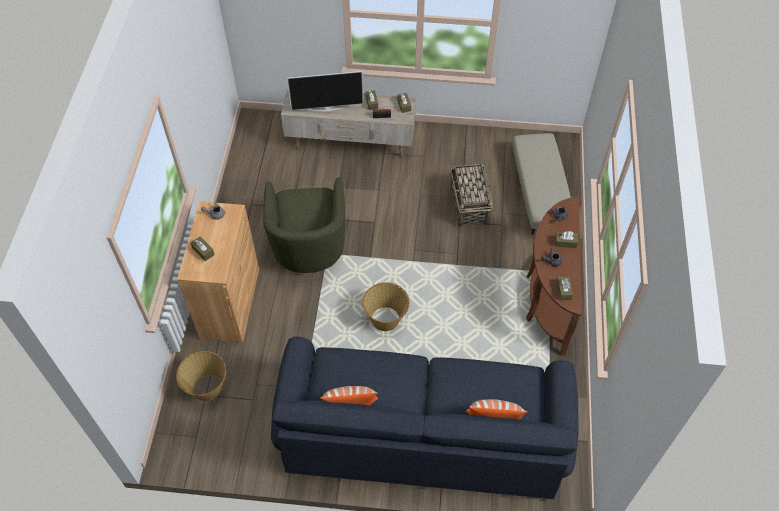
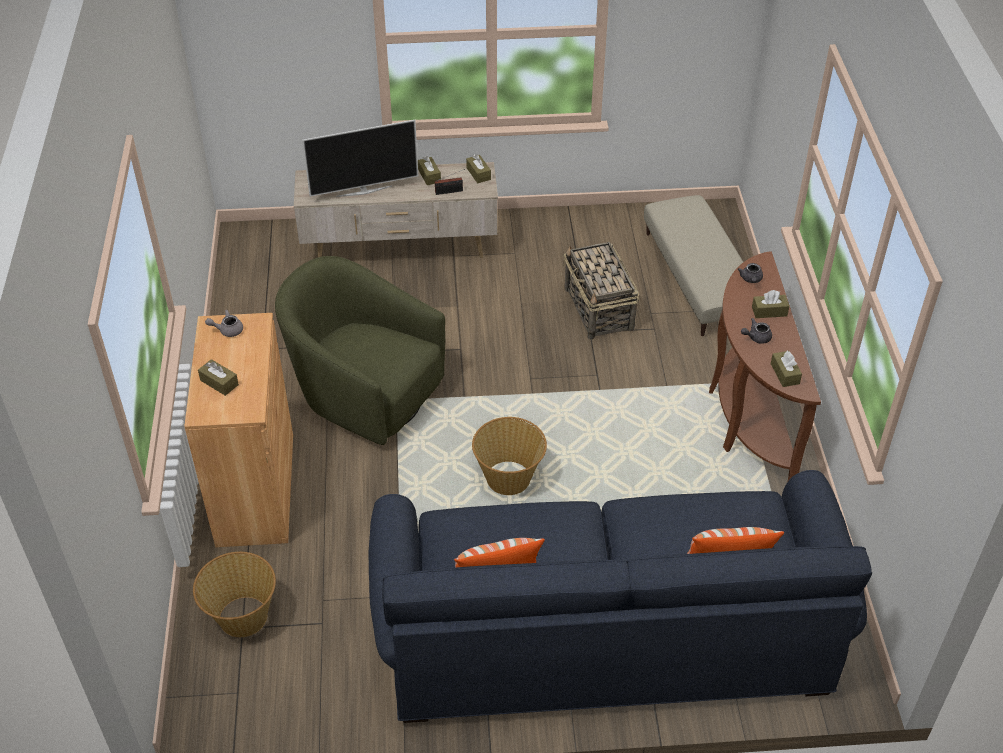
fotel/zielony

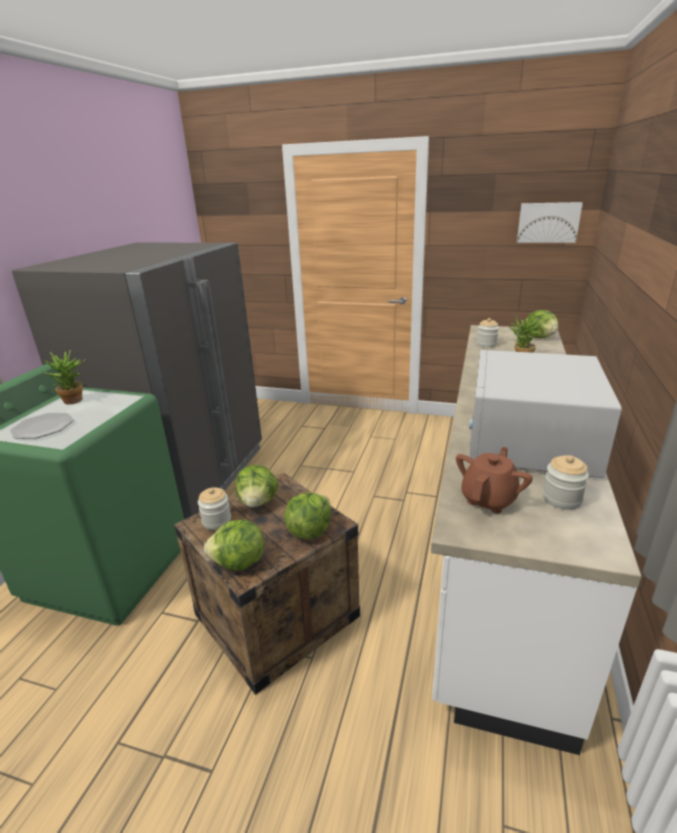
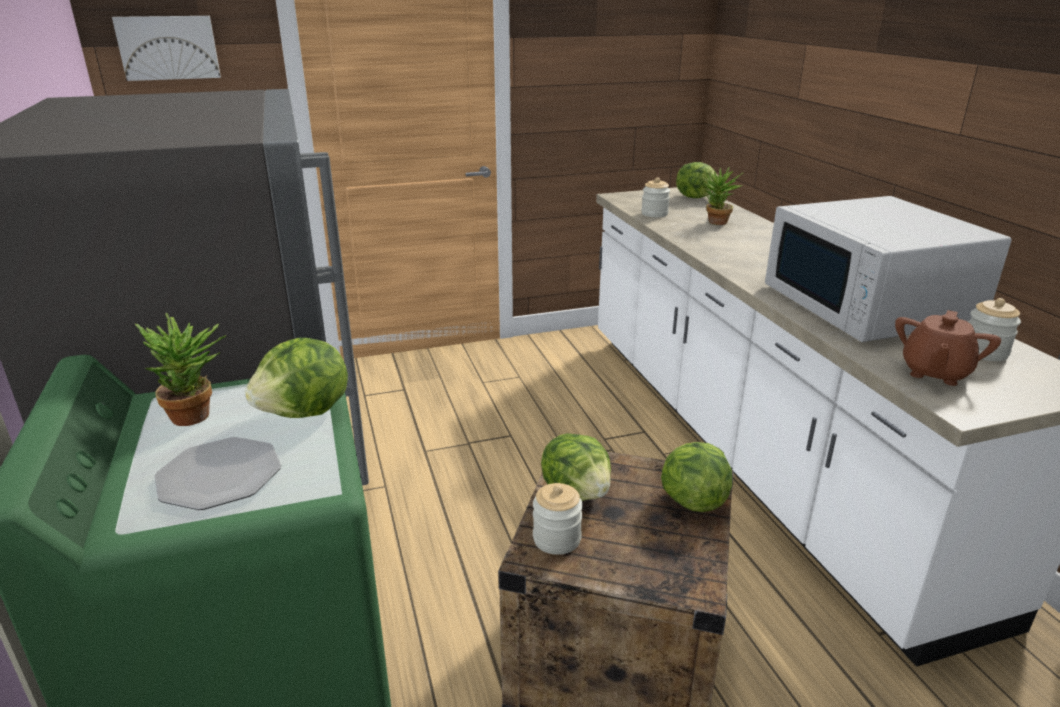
obraz
imbryk/brązowy
sałata (no. 1 from left)

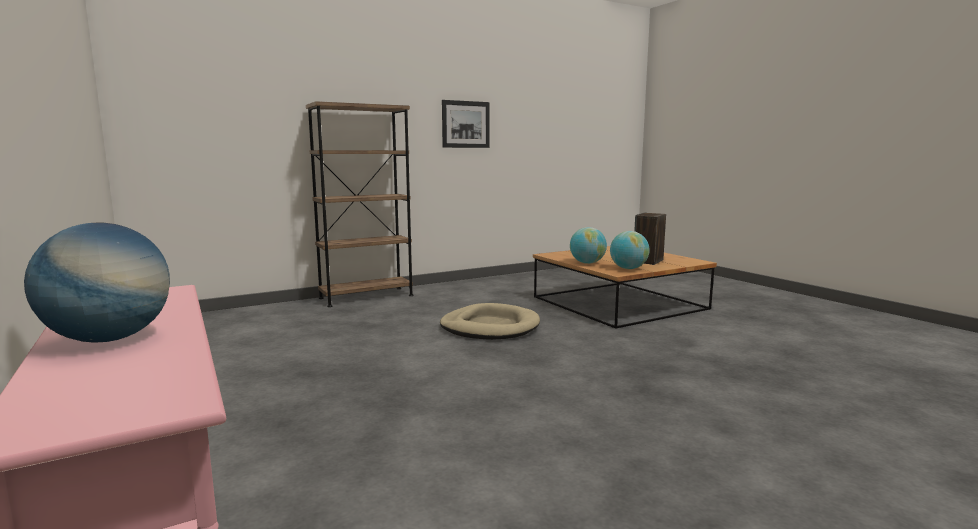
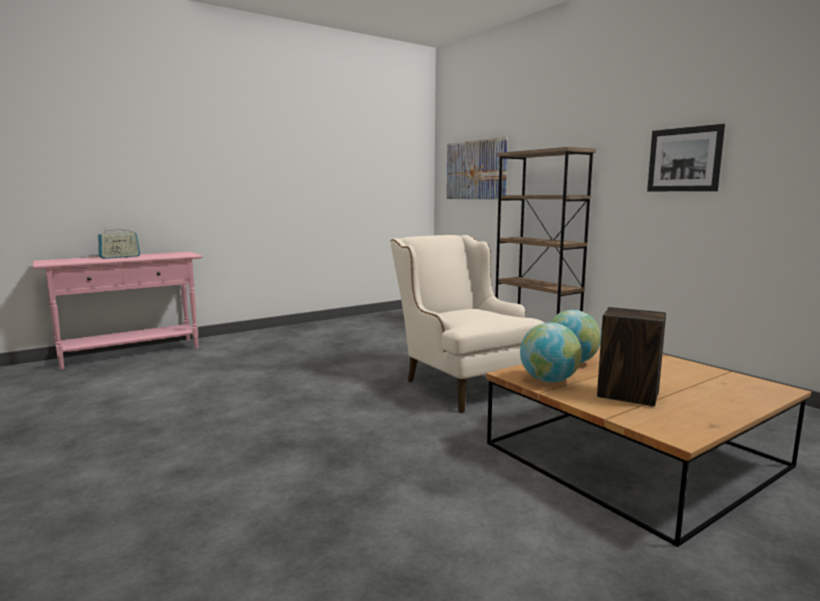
radio
fotel/beżowy
obraz (no. 1 from left)

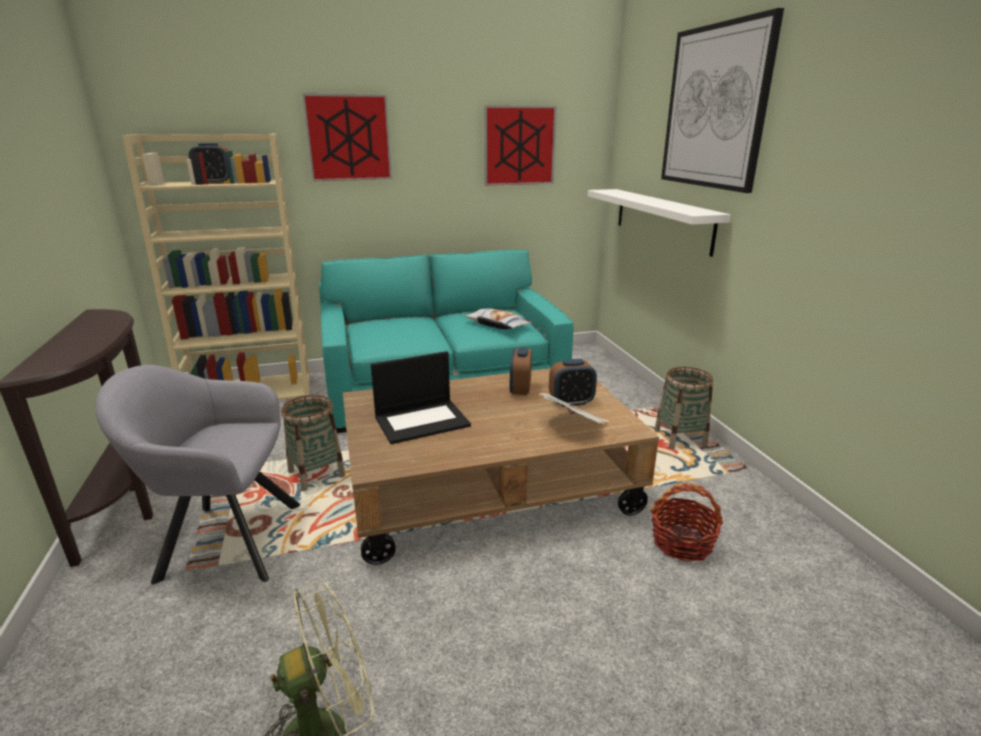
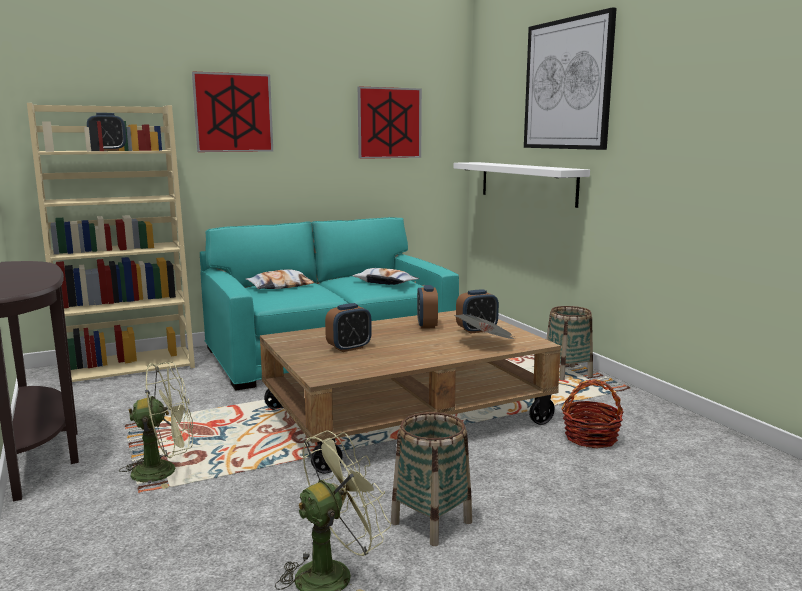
budzik (no. 2 from left)
wentylator/zielony (no. 1 from left)
koszyk (no. 1 from left)
poduszka (no. 1 from left)

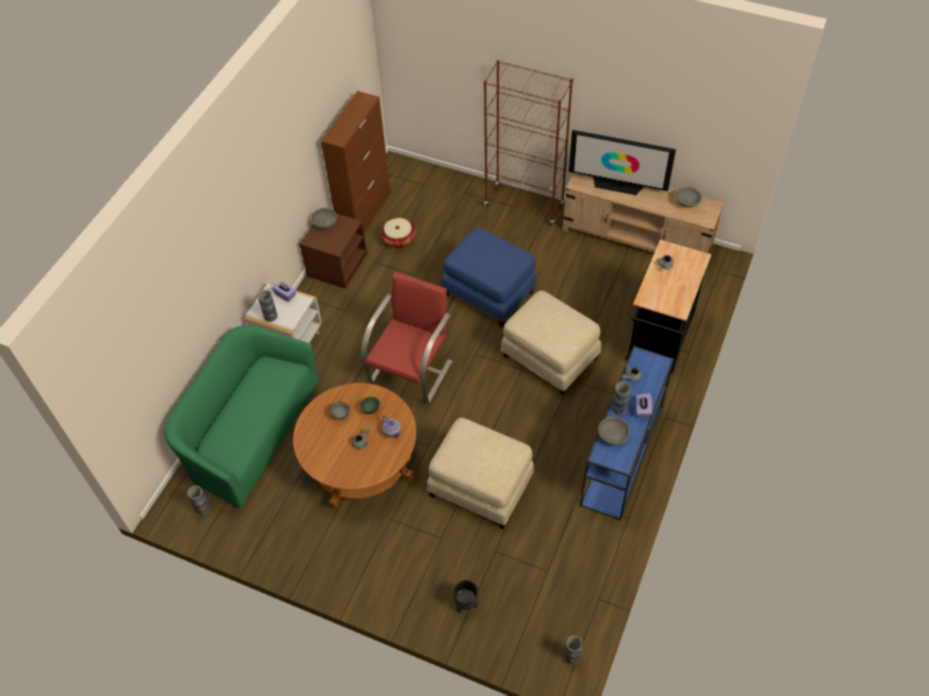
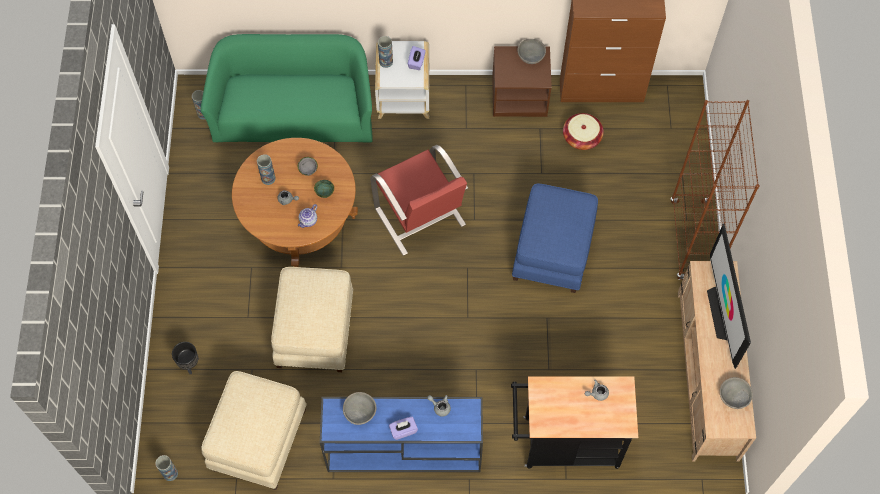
fotel/czerwony
pufa/beżowy (no. 1 from left)
wazon (no. 3 from left)

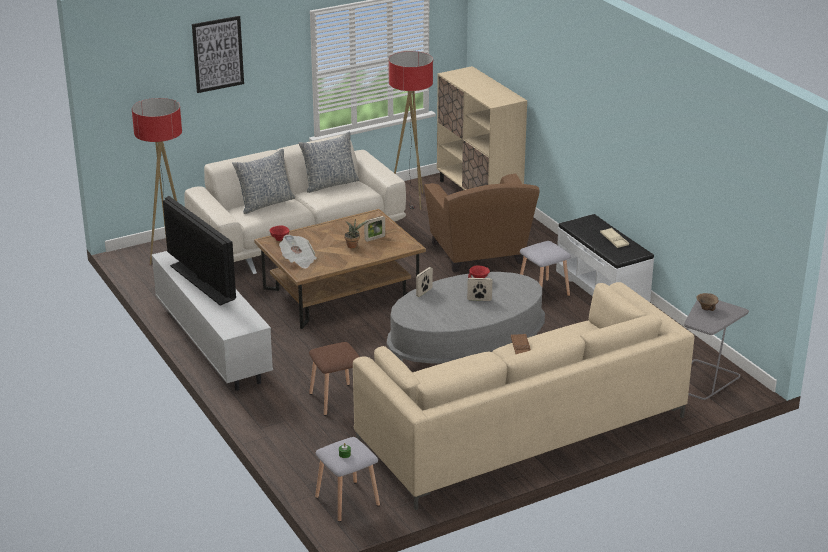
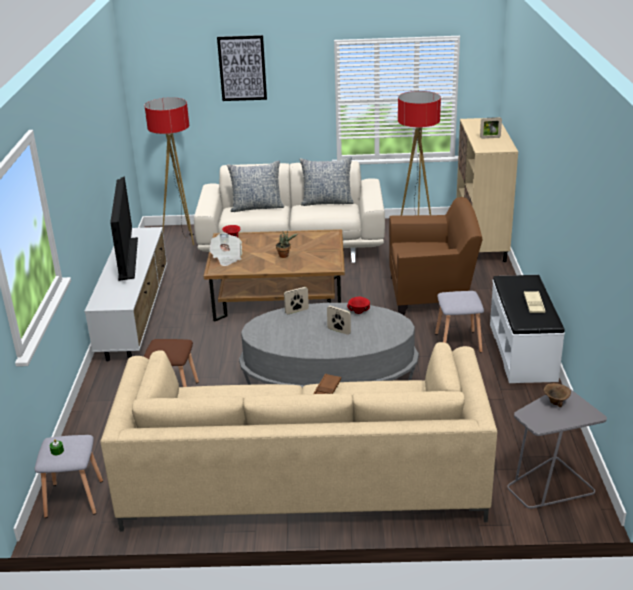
fotel/brązowy
ramka na zdjęcie (no. 3 from left)

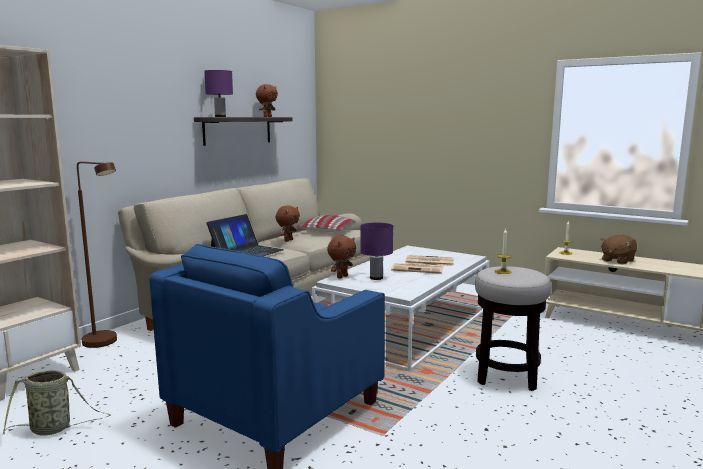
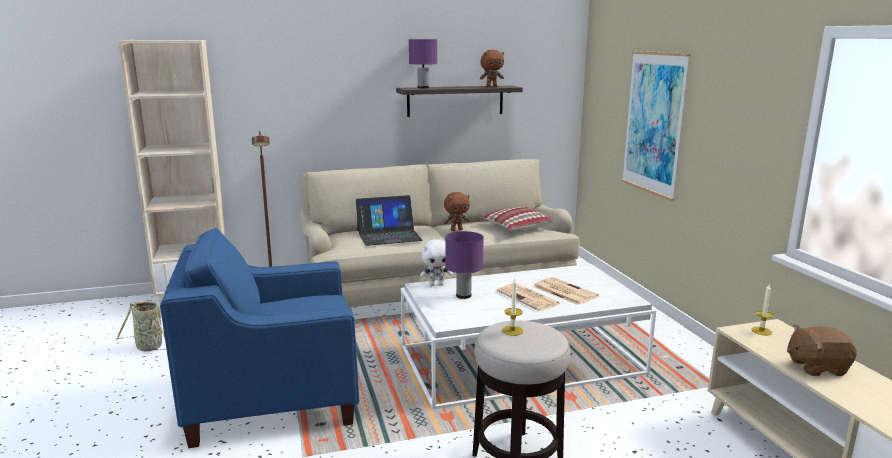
pluszak/biały
obraz

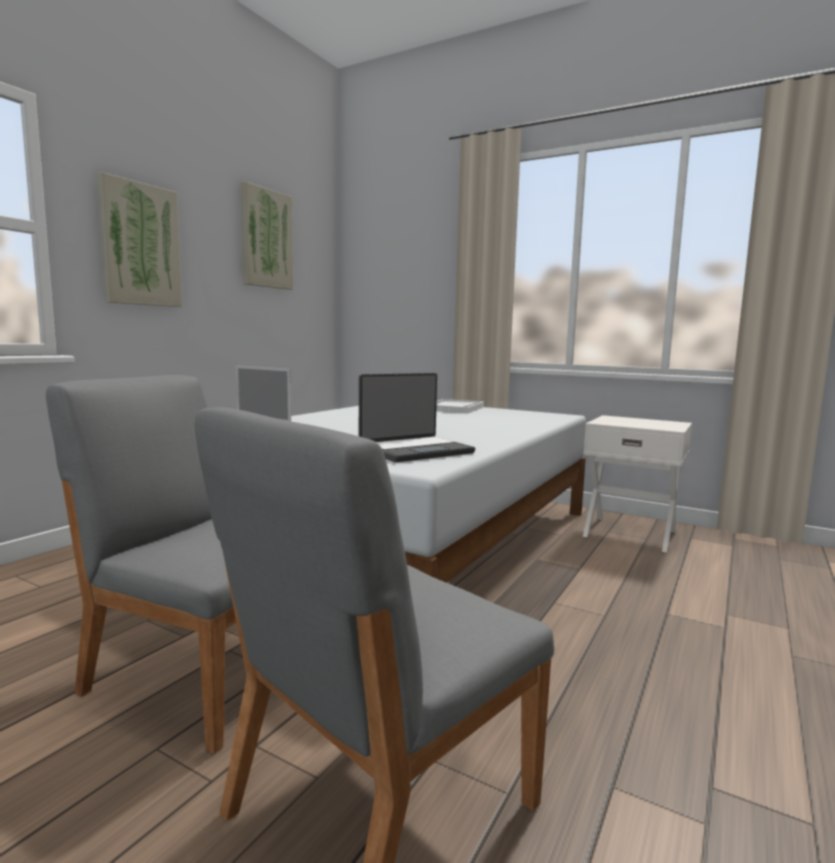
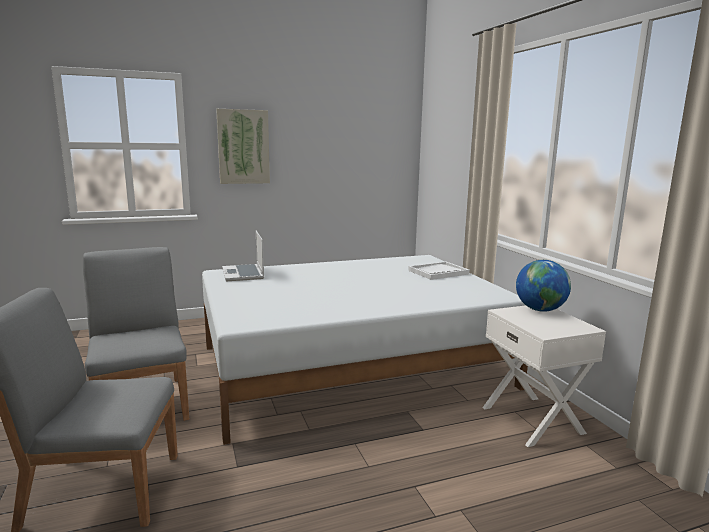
obraz (no. 2 from left in the first image)
laptop (no. 2 from left in the first image)
globus

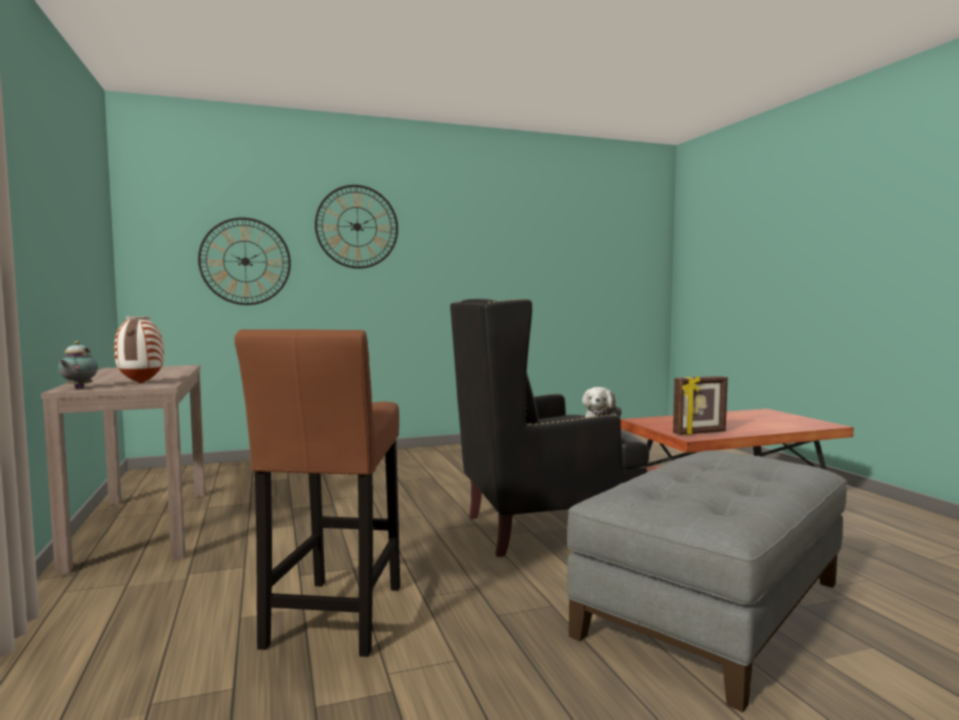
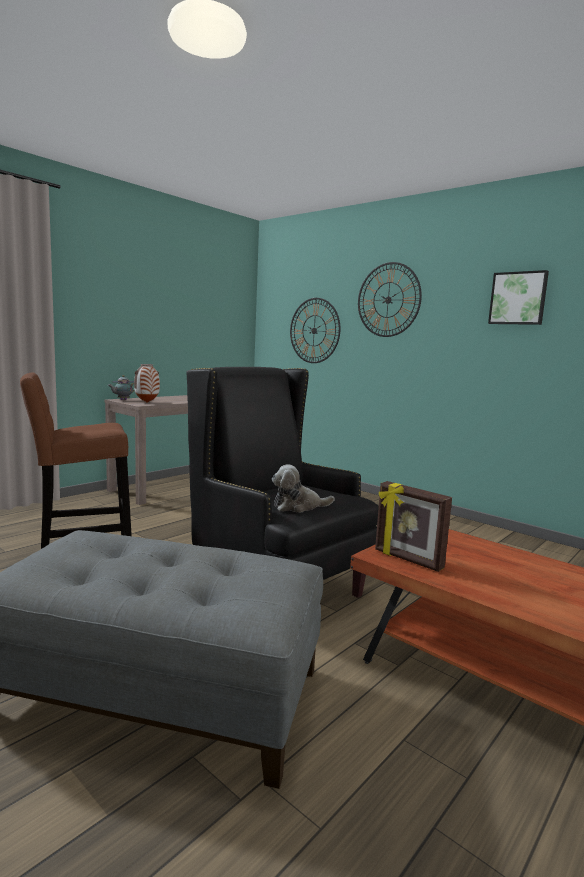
obraz

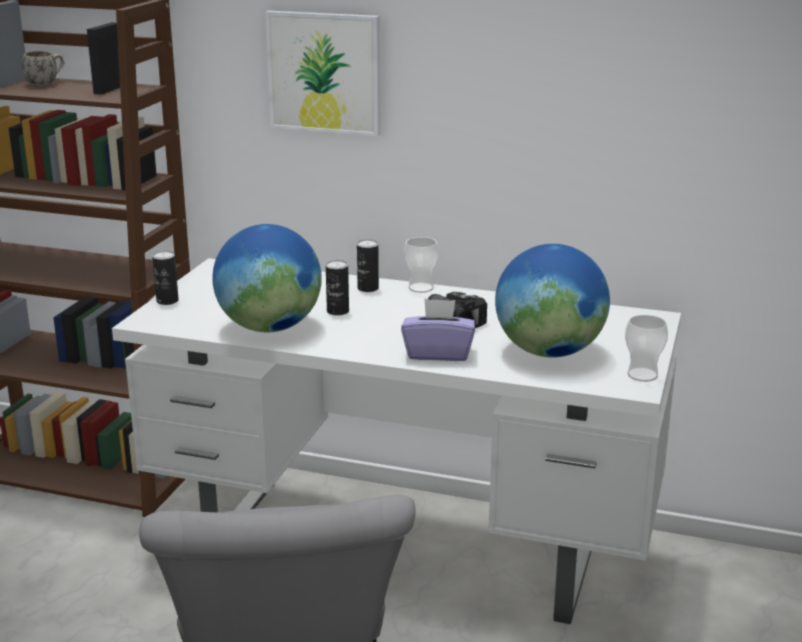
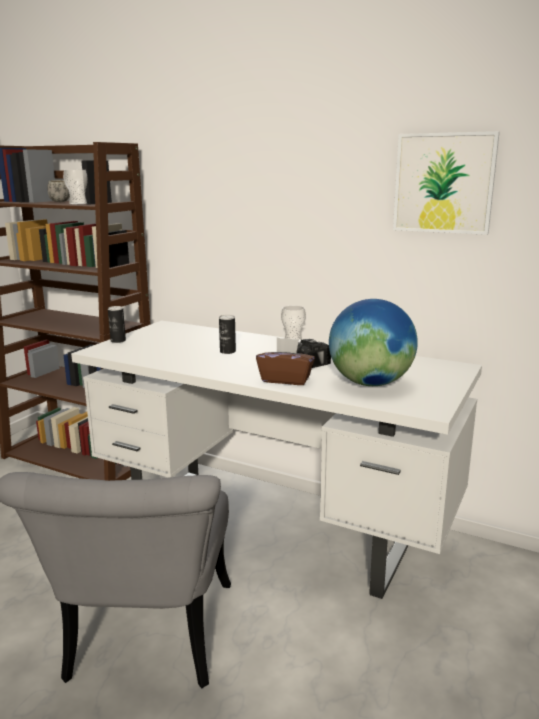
obraz
globus (no. 1 from left in the first image)
puszka (no. 3 from left in the first image)
pudełko chusteczek/brązowy
filiżanka (no. 1 from left)

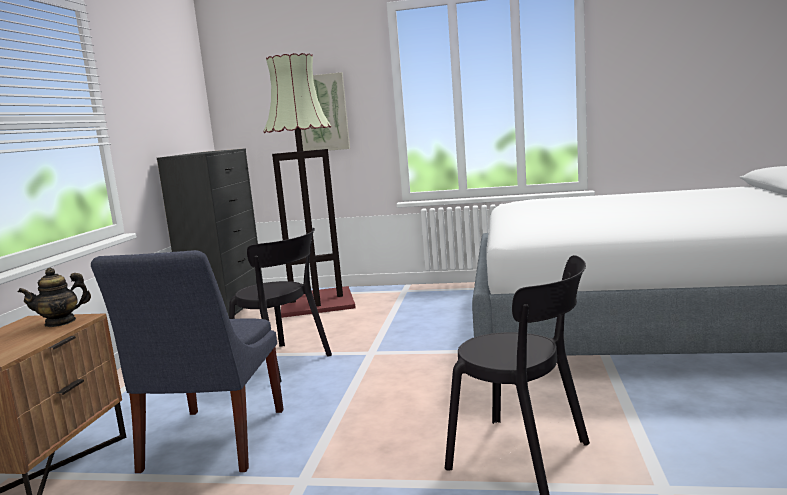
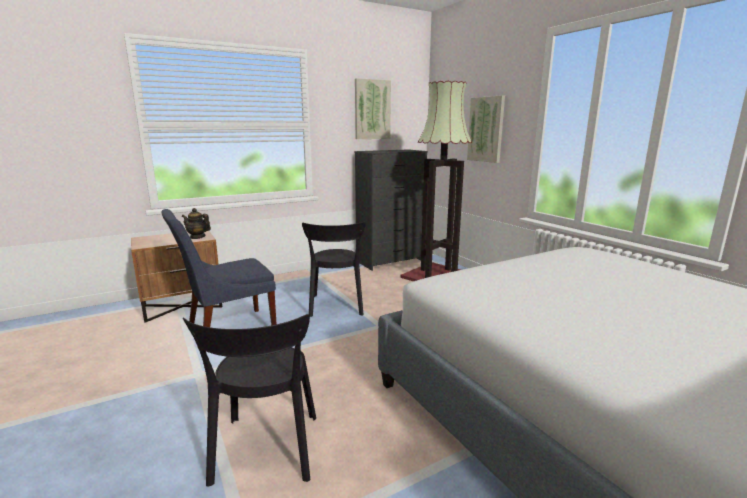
obraz (no. 1 from left)

